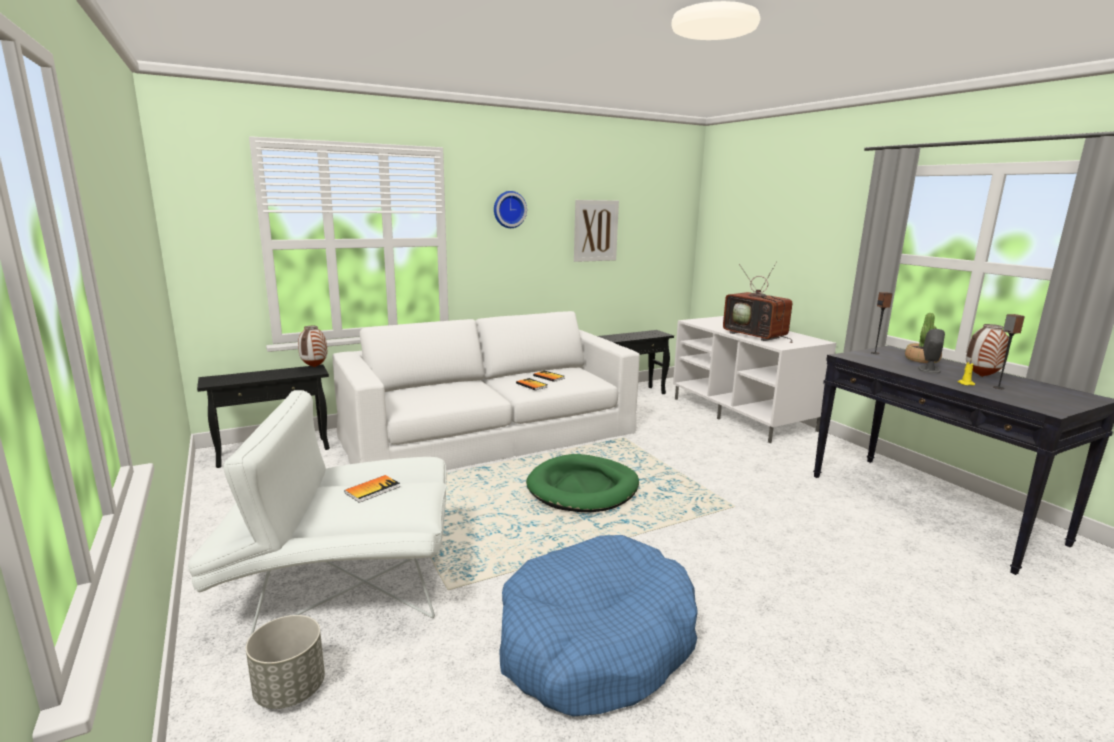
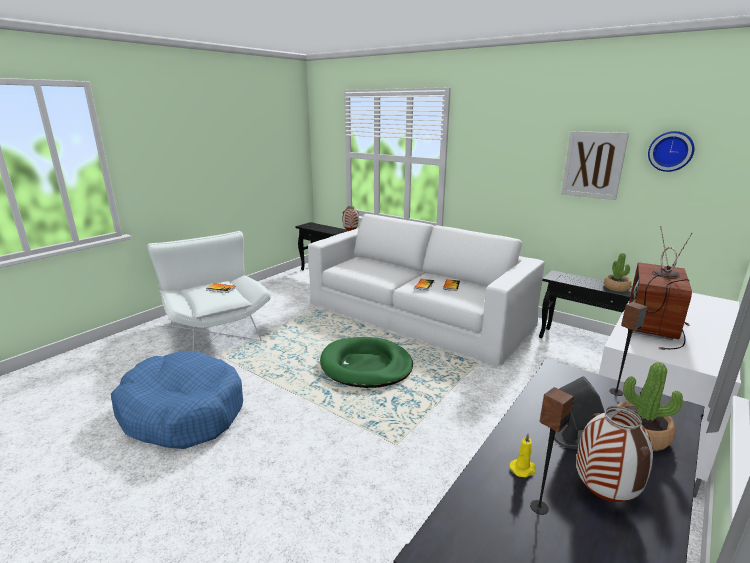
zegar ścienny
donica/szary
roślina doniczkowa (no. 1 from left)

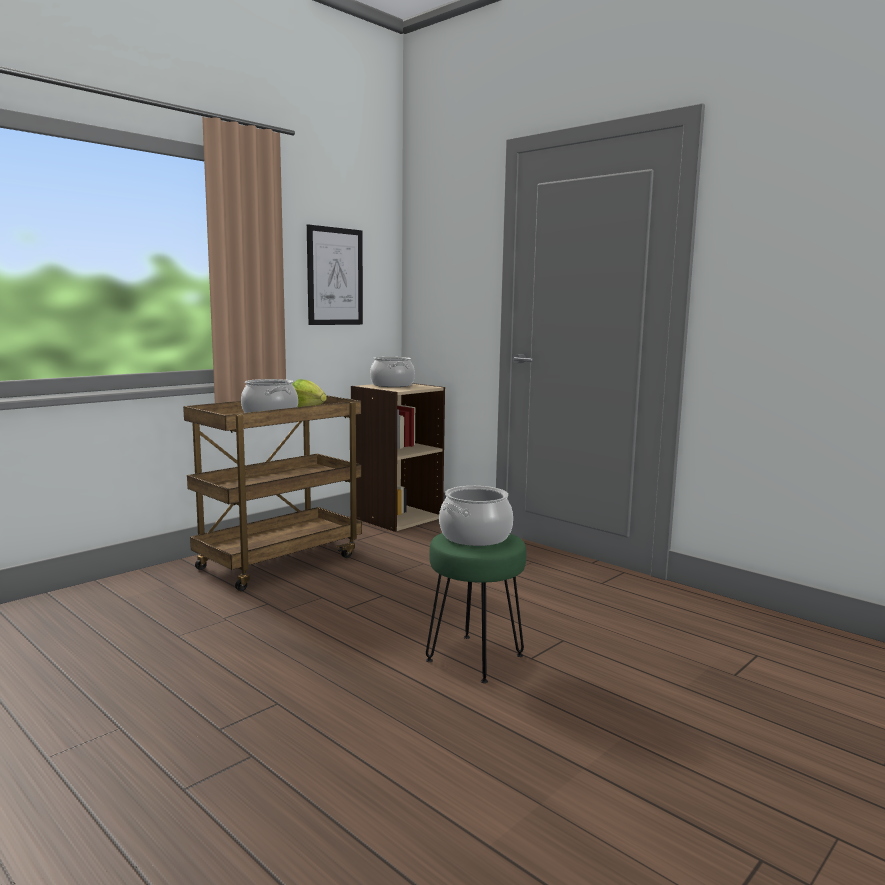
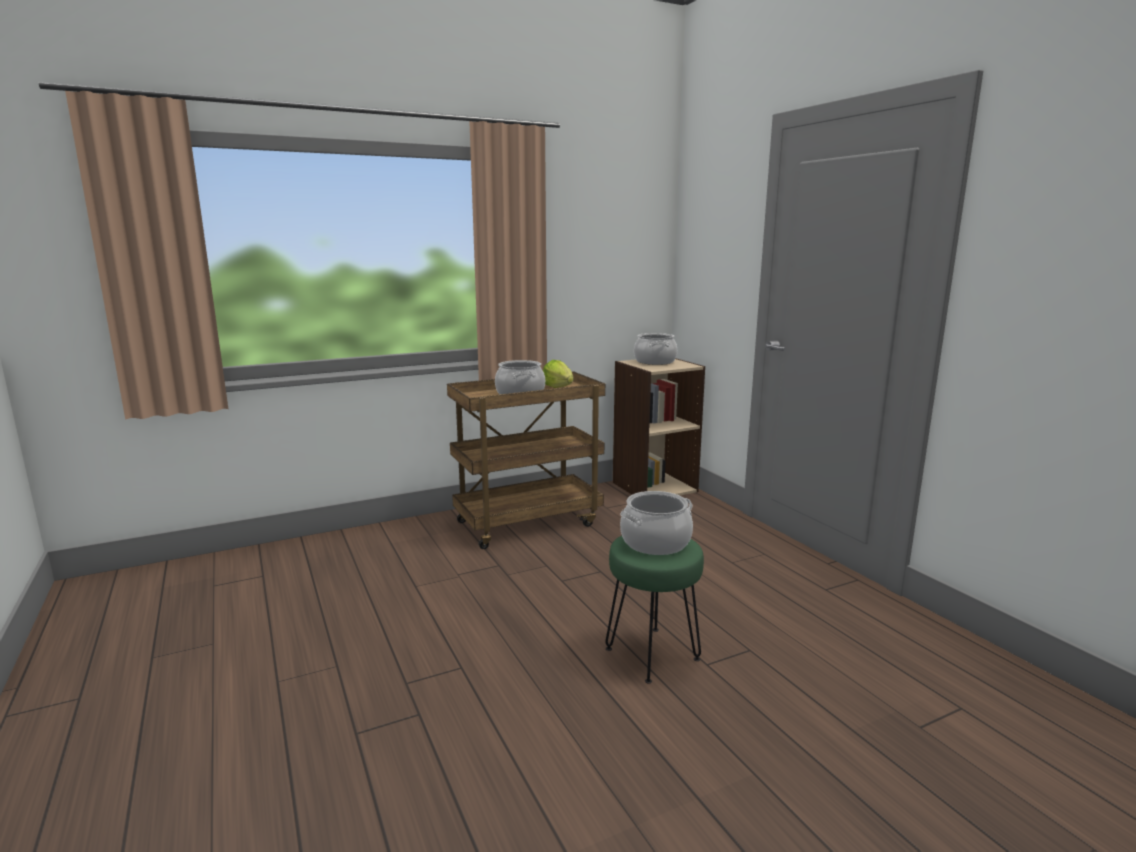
obraz

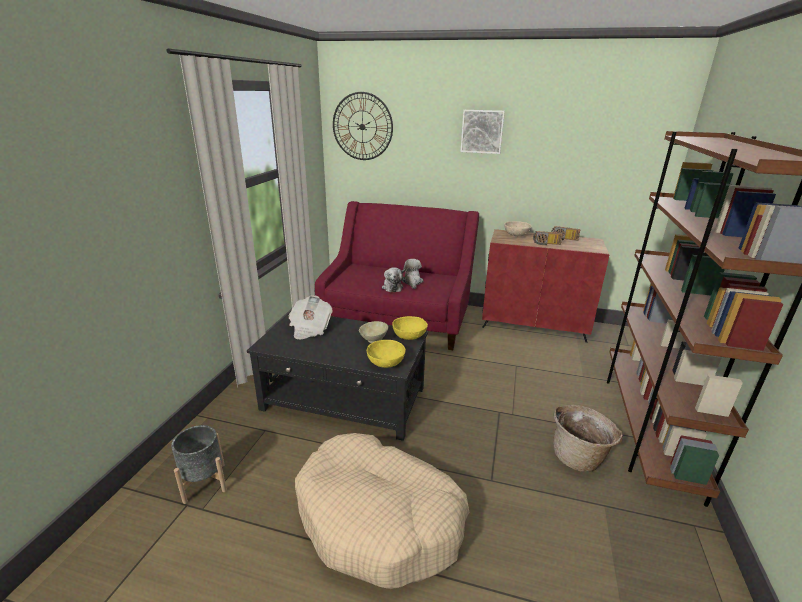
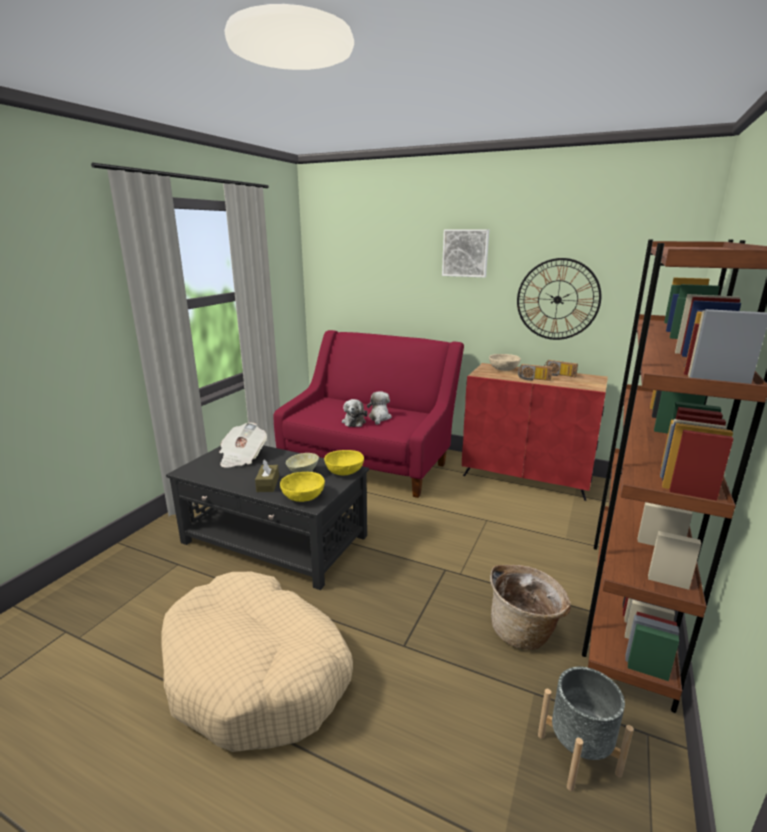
zegar ścienny
donica/szary
pudełko chusteczek/brązowy

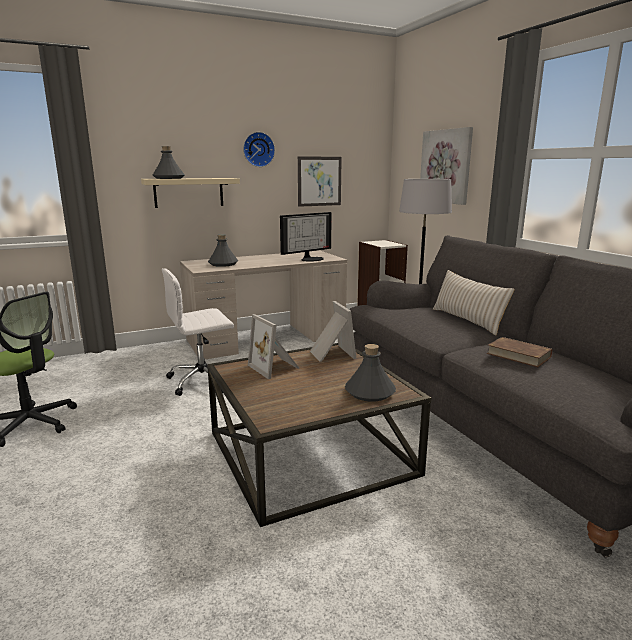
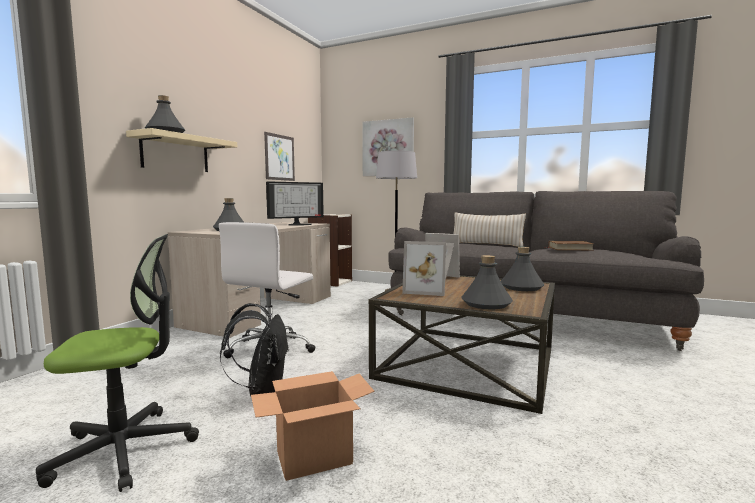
zegar ścienny
monitor
butelka/szary (no. 3 from left)
plecak/czarny
karton

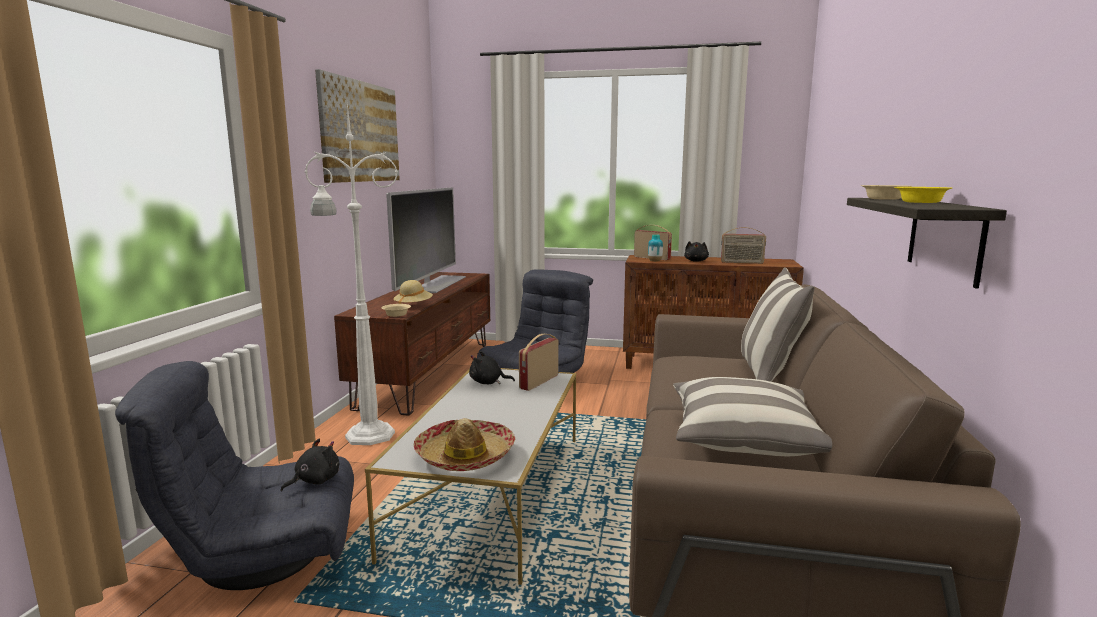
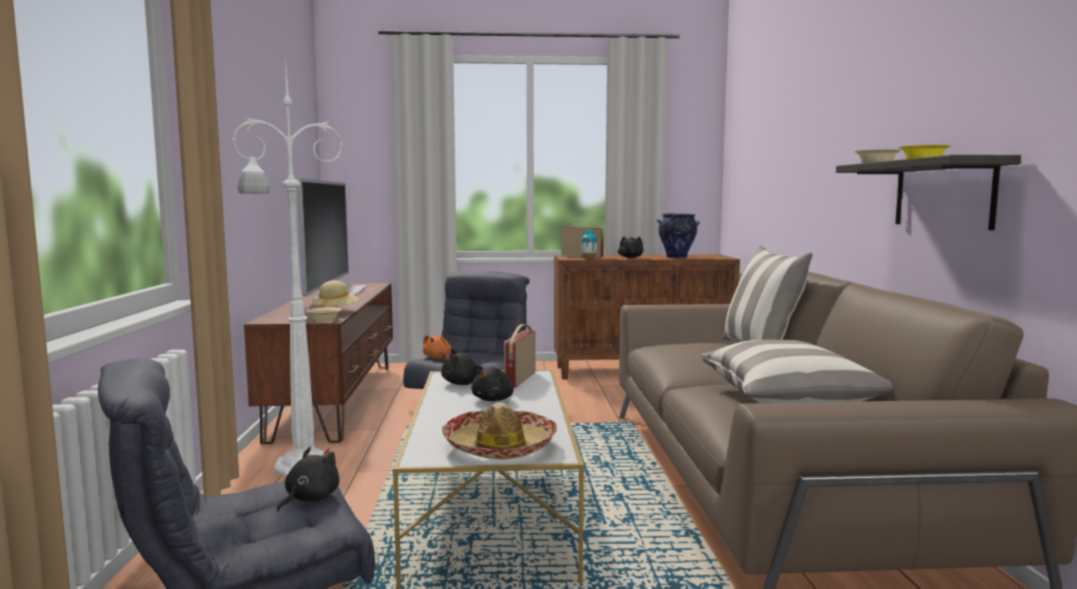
obraz
wazon (no. 2 from left)
pluszak/pomarańczowy
pluszak/czarny (no. 3 from left)

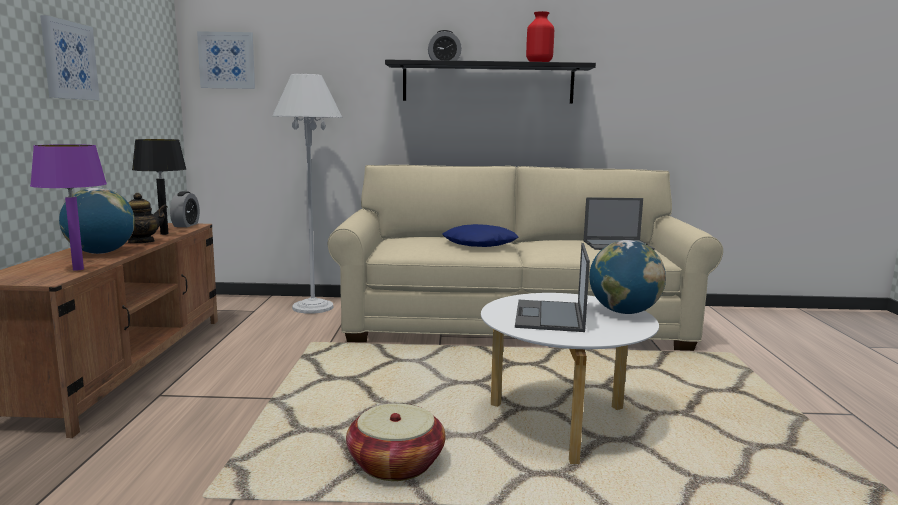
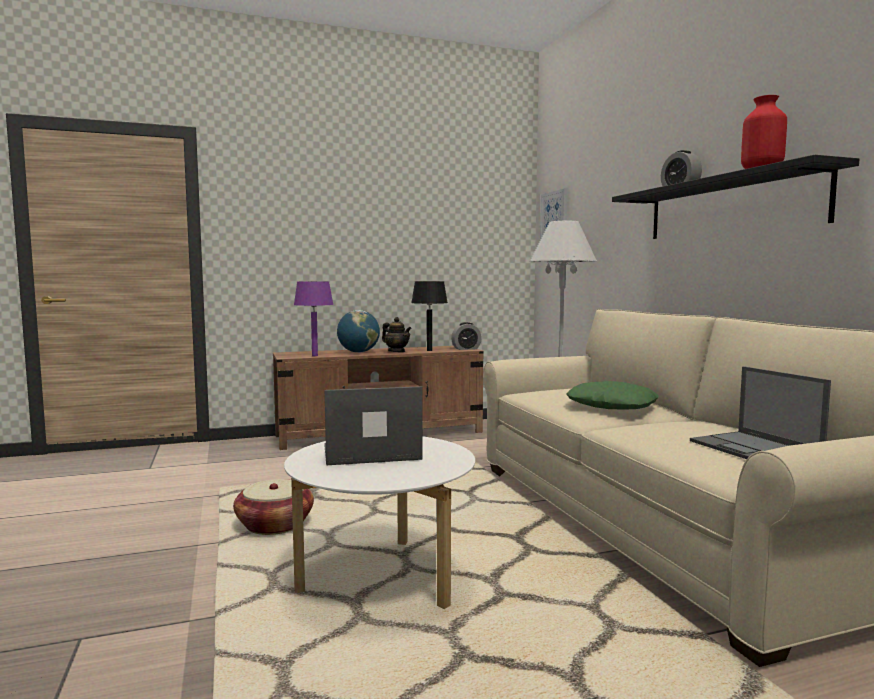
obraz (no. 1 from left in the first image)
poduszka/zielony
globus (no. 2 from left in the first image)

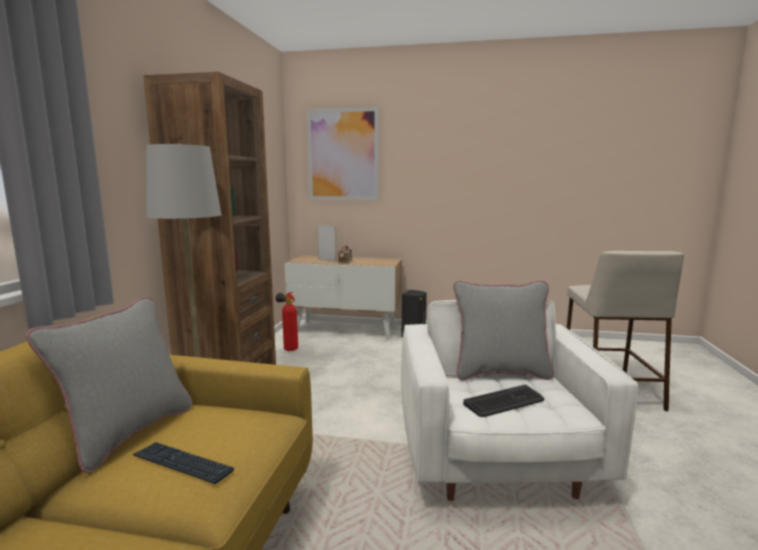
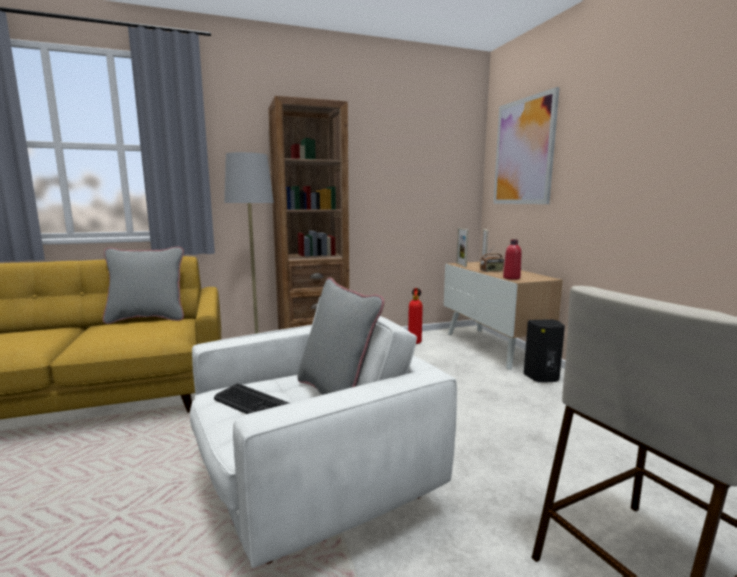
klawiatura (no. 1 from left in the first image)
ramka na zdjęcie (no. 1 from left)
butelka/czerwony

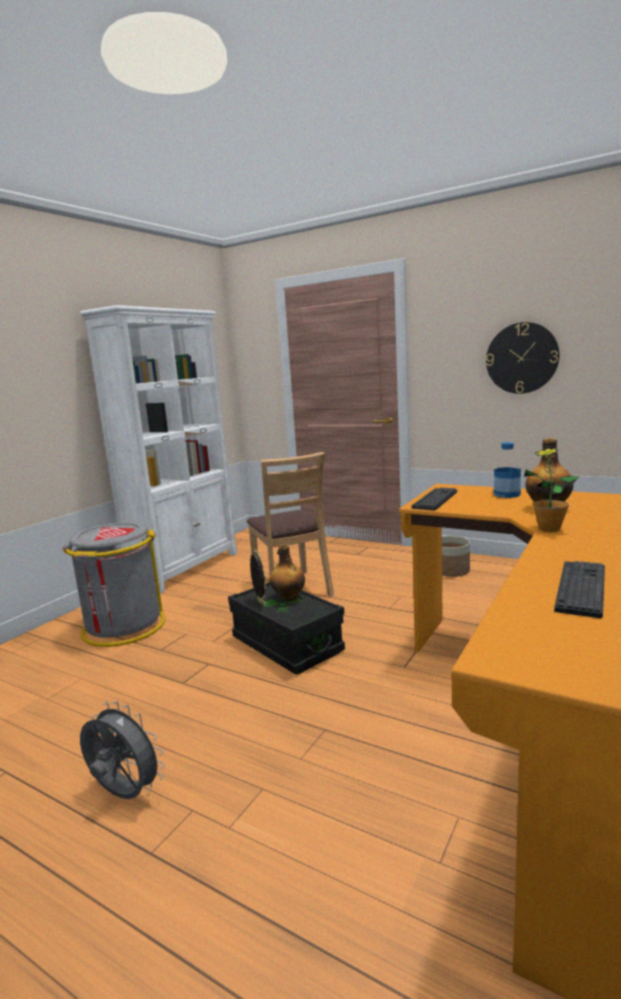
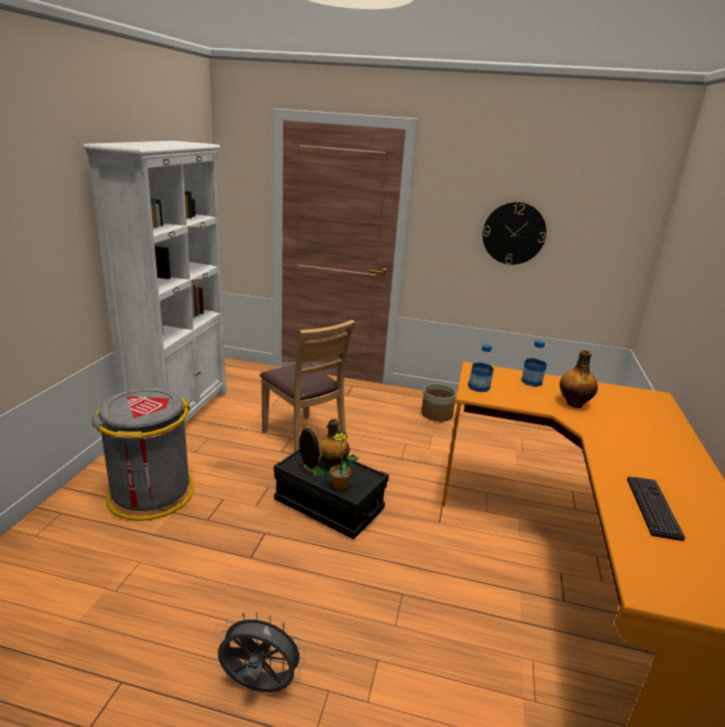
roślina doniczkowa
butelka (no. 2 from left)

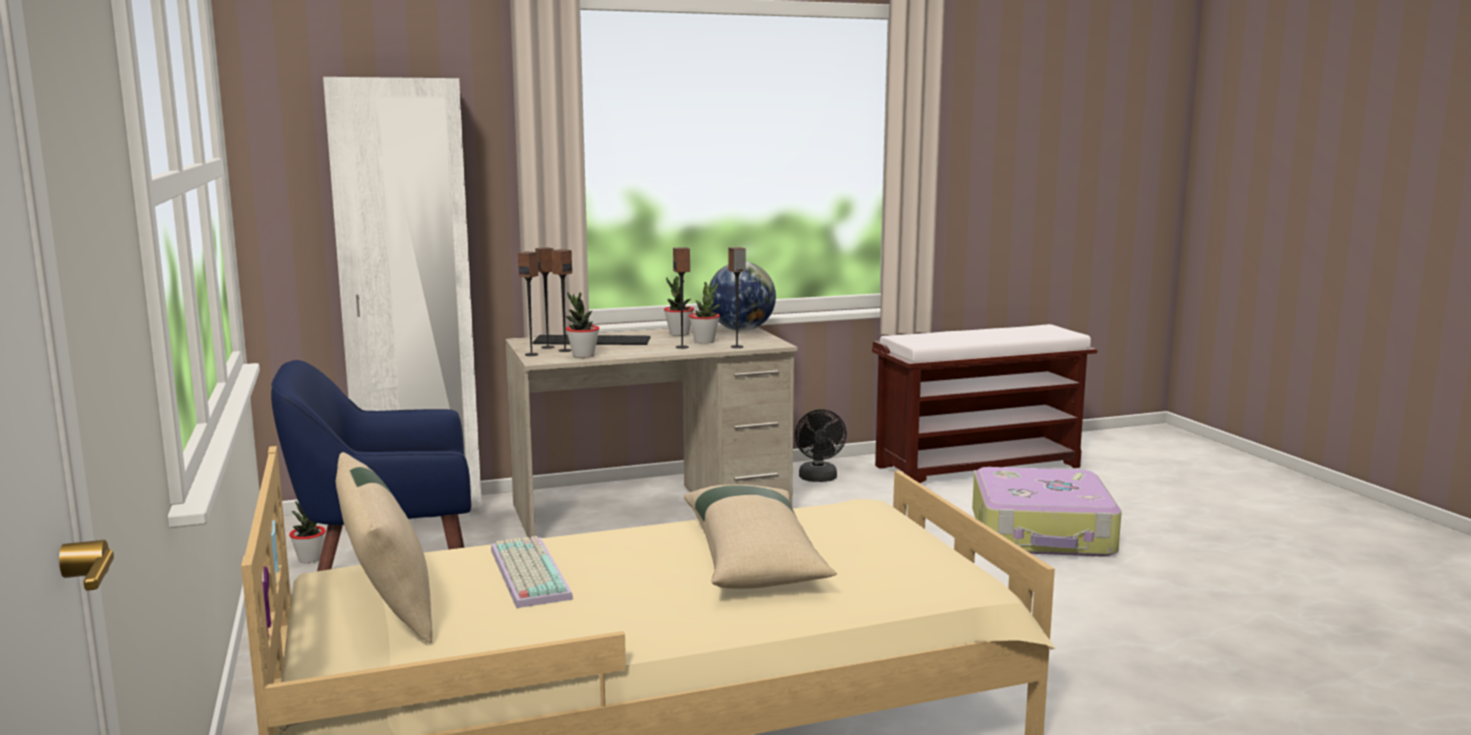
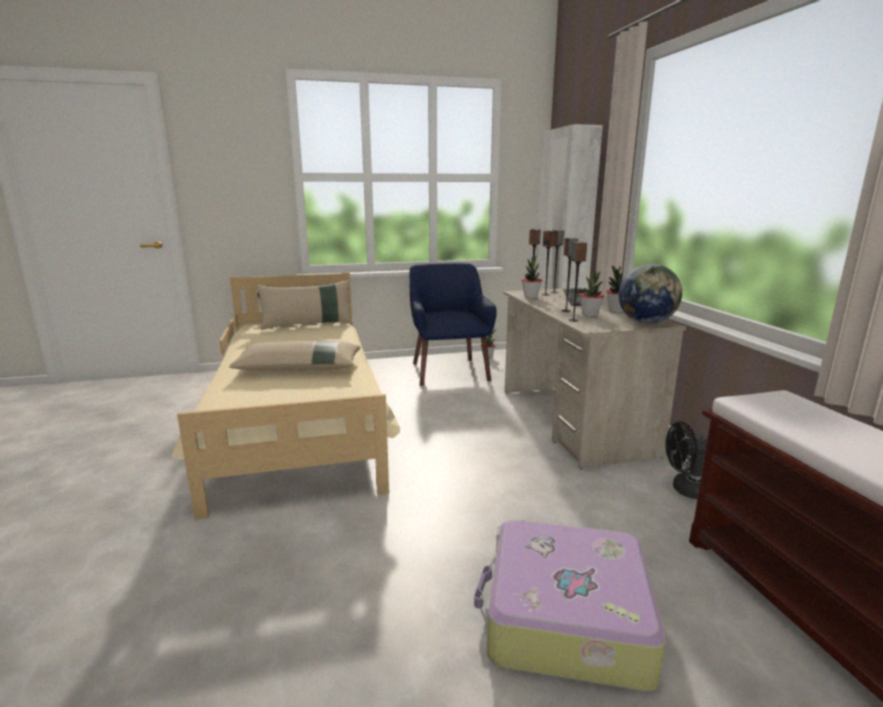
klawiatura (no. 1 from left in the first image)

